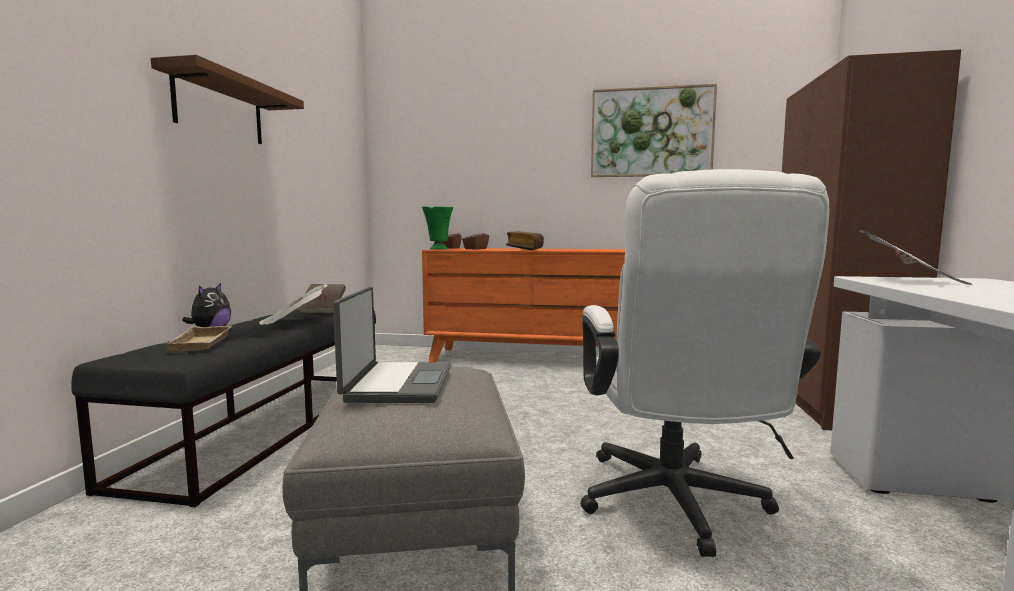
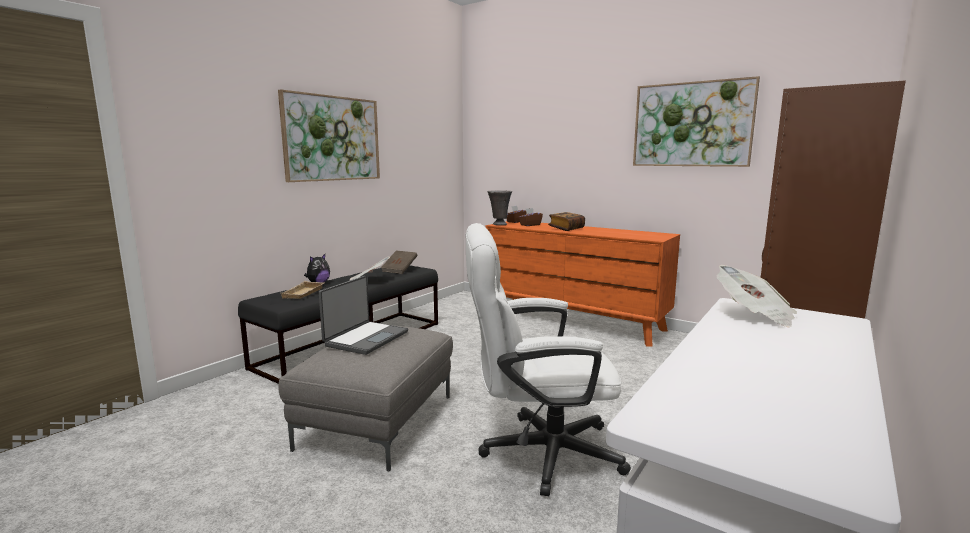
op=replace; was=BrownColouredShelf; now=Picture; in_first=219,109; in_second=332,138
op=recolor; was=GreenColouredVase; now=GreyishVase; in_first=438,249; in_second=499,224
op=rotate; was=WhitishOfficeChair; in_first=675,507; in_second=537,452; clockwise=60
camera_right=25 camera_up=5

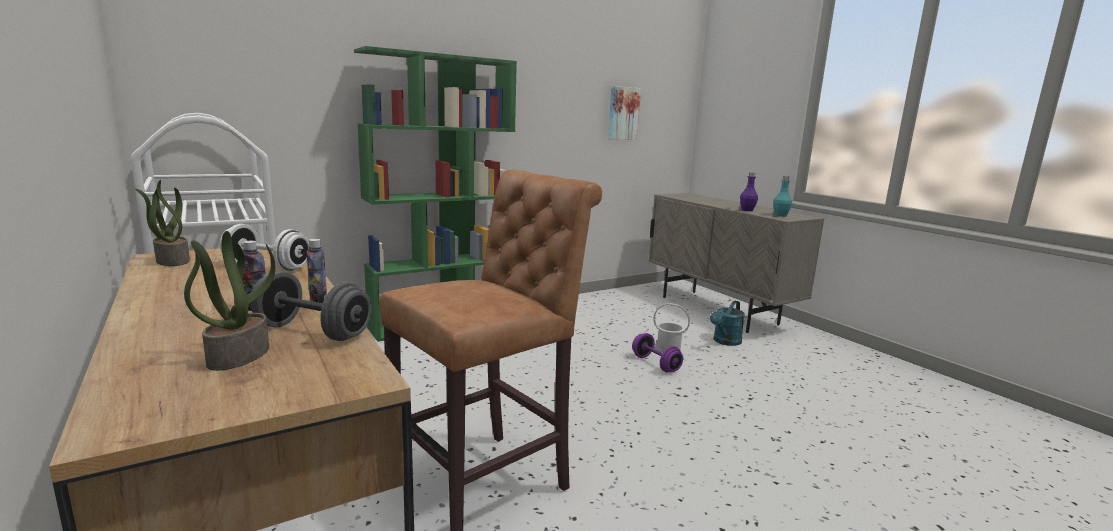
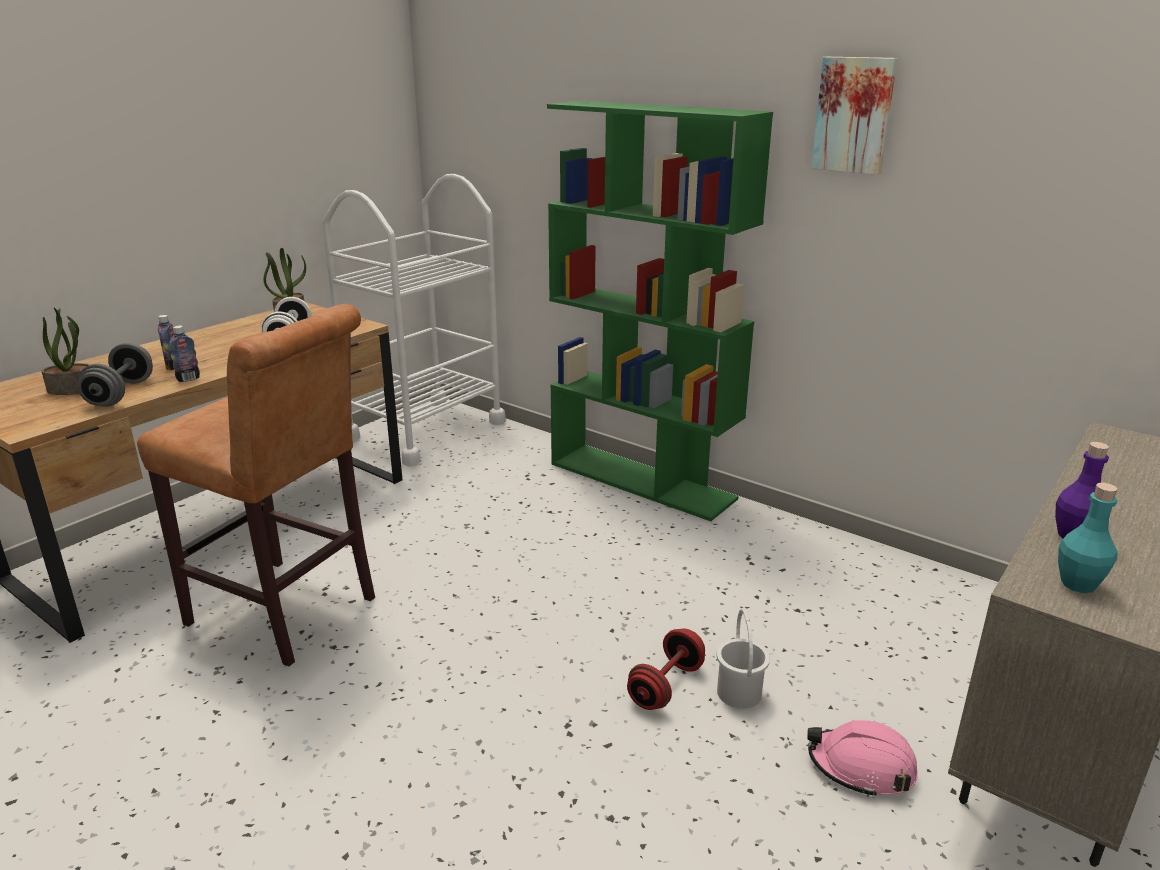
op=move; was=Picture; in_first=622,113; in_second=854,115
op=recolor; was=PurpleHandWeight; now=ReddishHandWeight; in_first=655,364; in_second=666,686
op=replace; was=BlueGreenWateringCan; now=PinkHardHat; in_first=725,342; in_second=861,767
camera_right=70 camera_up=10

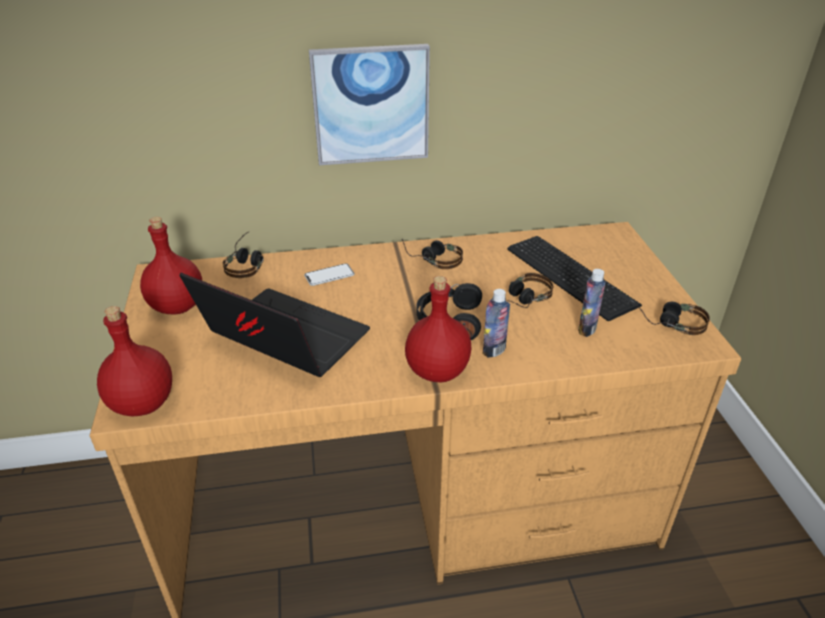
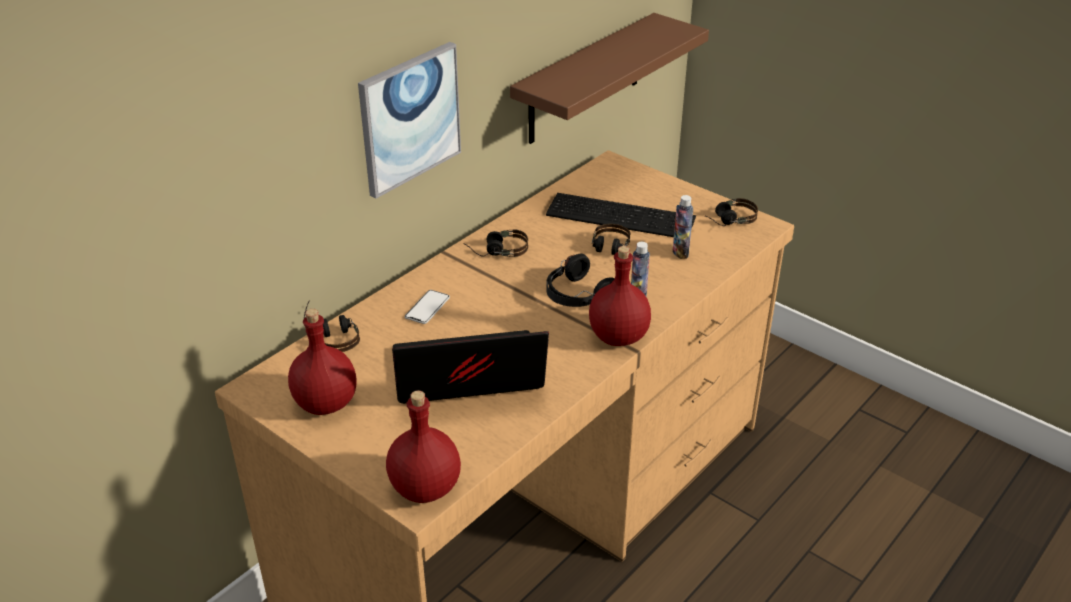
op=insert; now=BrownColouredShelf; in_second=585,79
camera_right=-40 camera_up=0

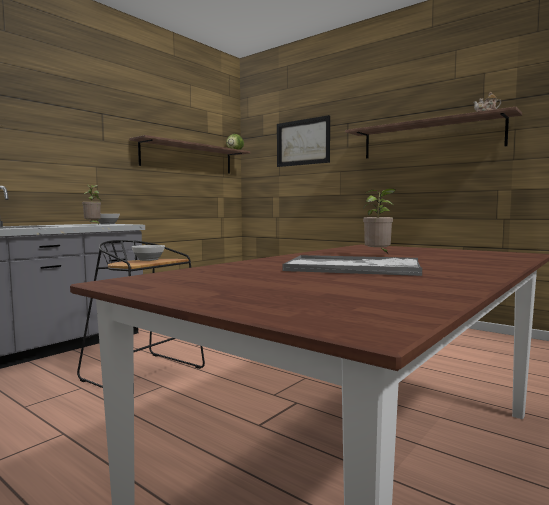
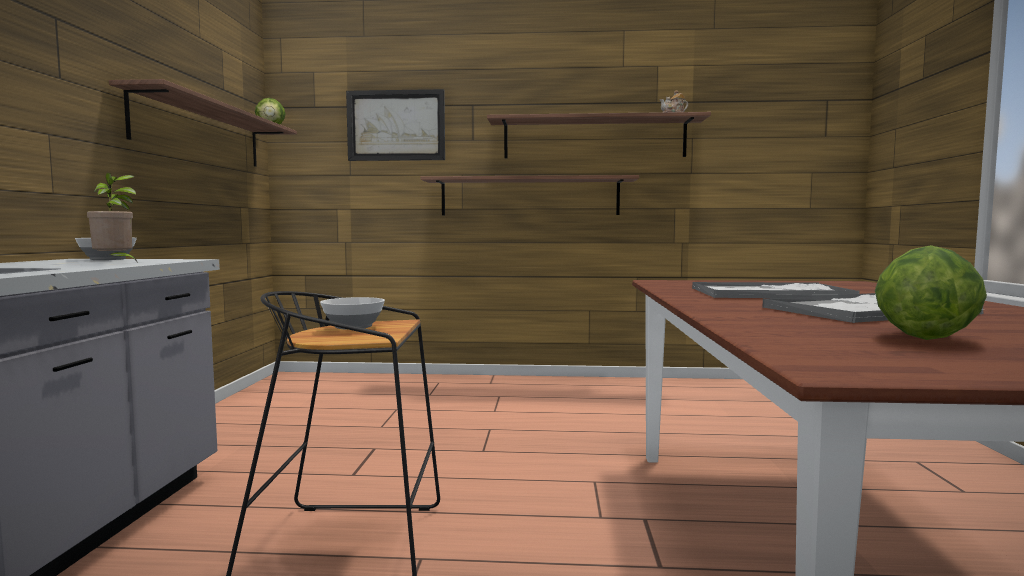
op=replace; was=PottedPlant; now=Tray; in_first=378,256; in_second=770,293
op=insert; now=Shelf; in_second=529,197
op=insert; now=HeadOfLettuce; in_second=924,338
camera_right=-35 camera_up=0

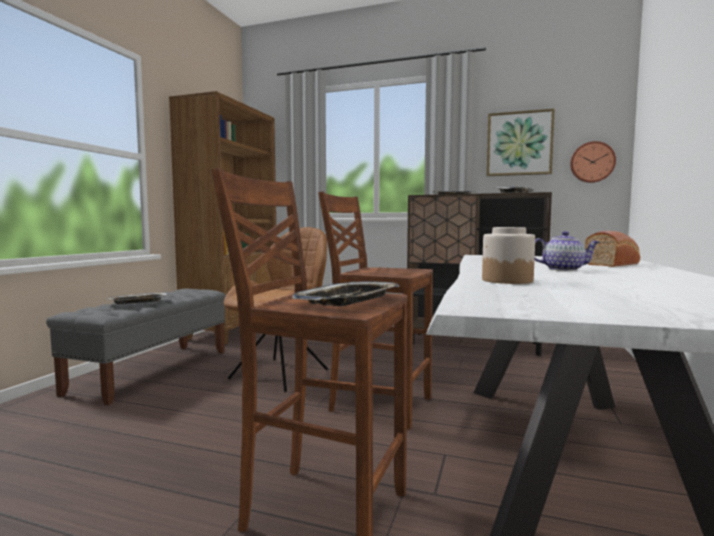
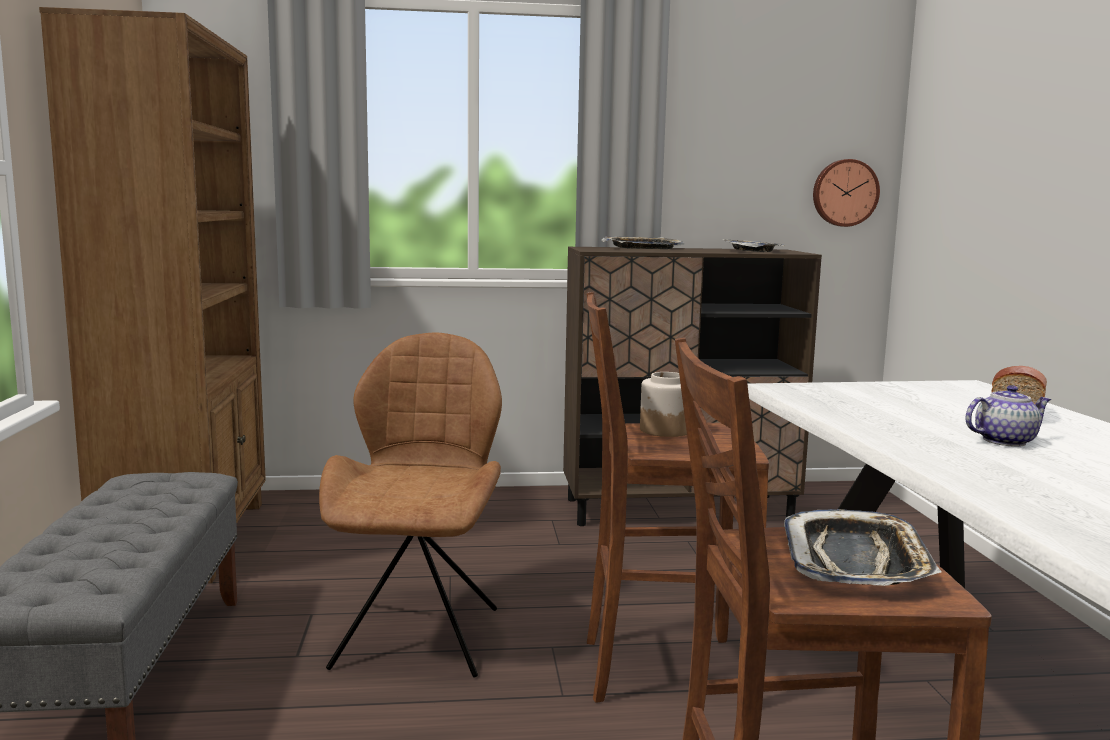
op=delete; was=Tray; in_first=138,302
op=move; was=Jar; in_first=507,280; in_second=665,430
op=delete; was=Picture; in_first=519,144
camera_right=-25 camera_up=5

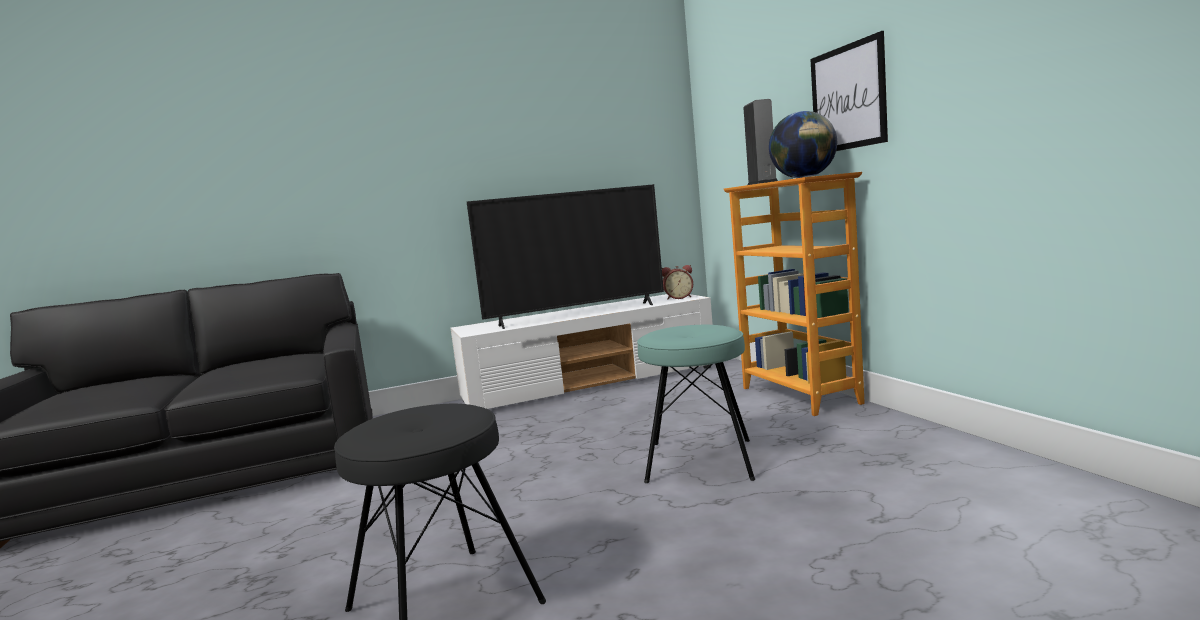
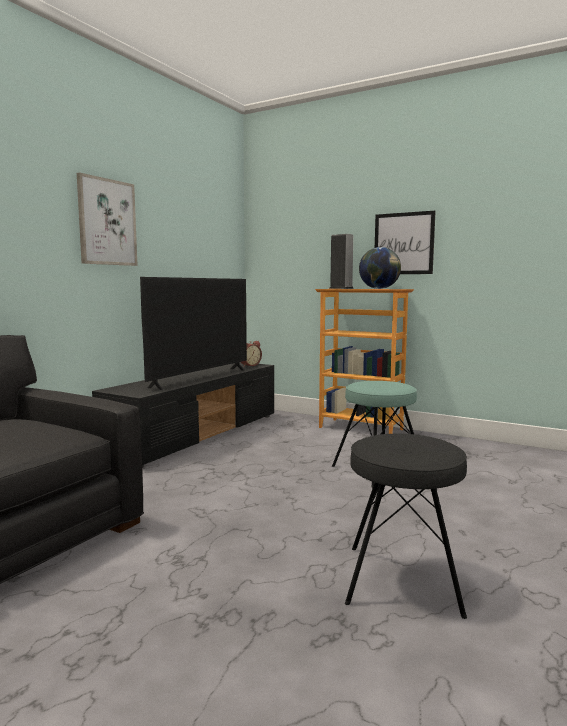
op=recolor; was=WhitishMediaConsole; now=BlackMediaConsole; in_first=591,383; in_second=197,434
op=insert; now=Picture; in_second=107,222
camera_right=-40 camera_up=0

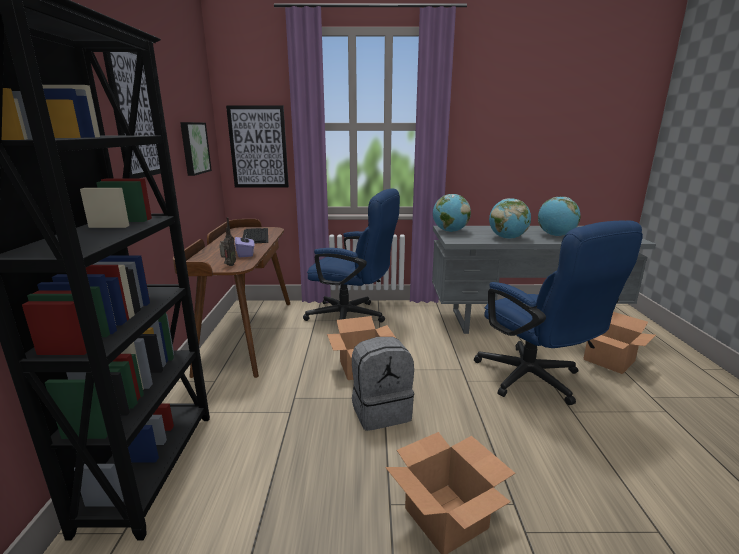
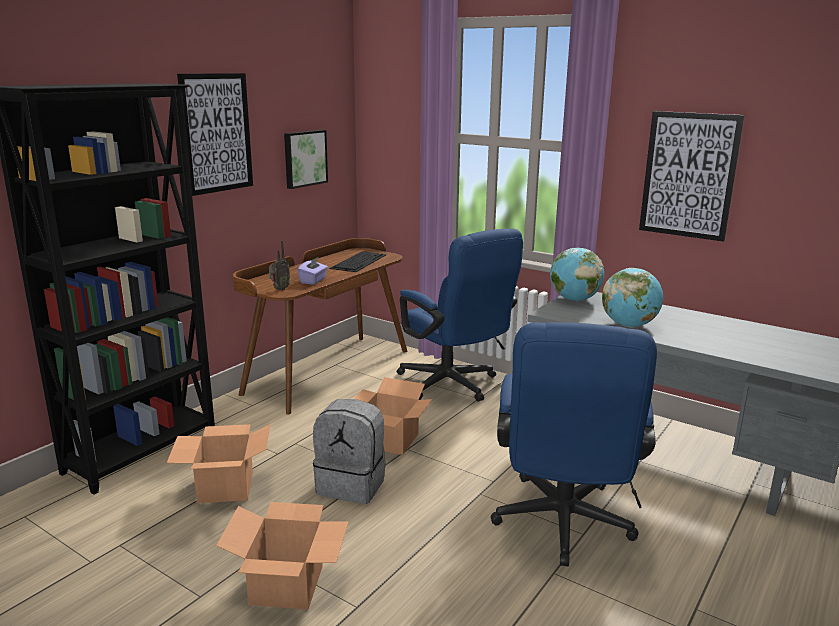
op=move; was=Picture; in_first=258,147; in_second=689,175
op=delete; was=WorldGlobe; in_first=555,235
op=move; was=CardboardBox; in_first=609,360; in_second=226,487
camera_right=35 camera_up=0

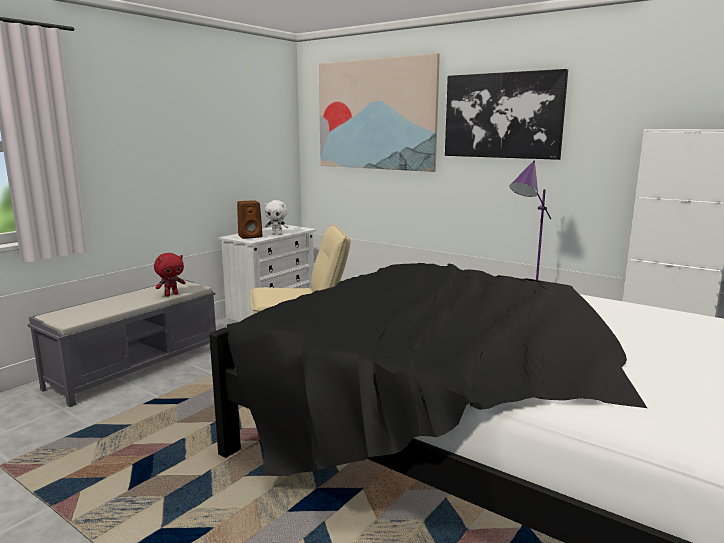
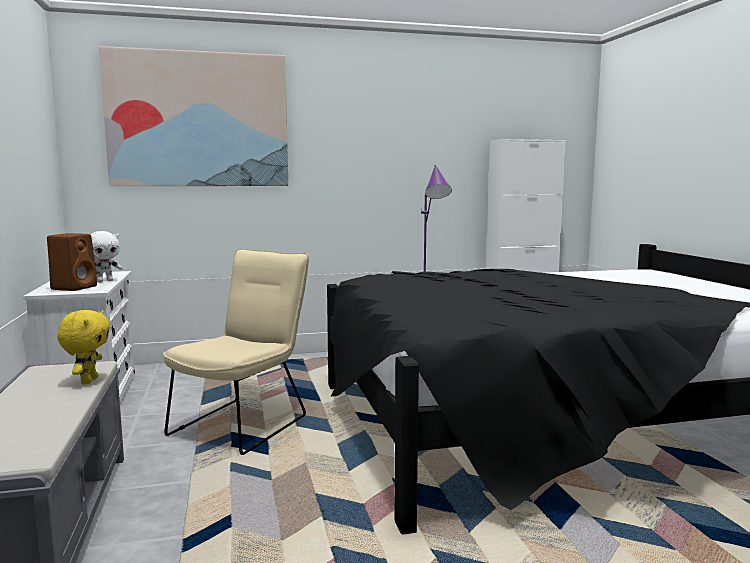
op=recolor; was=ReddishCuddlyToy; now=YellowishCuddlyToy; in_first=171,294; in_second=88,381
op=delete; was=Picture; in_first=502,115
camera_right=-50 camera_up=-5

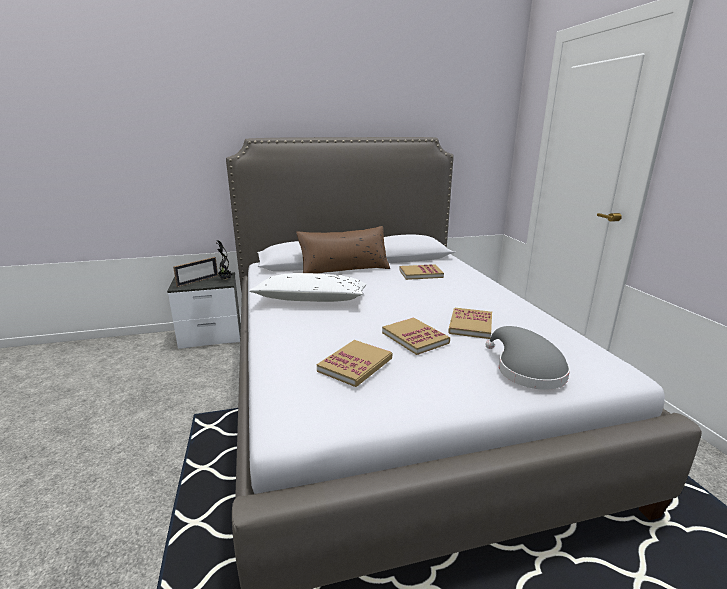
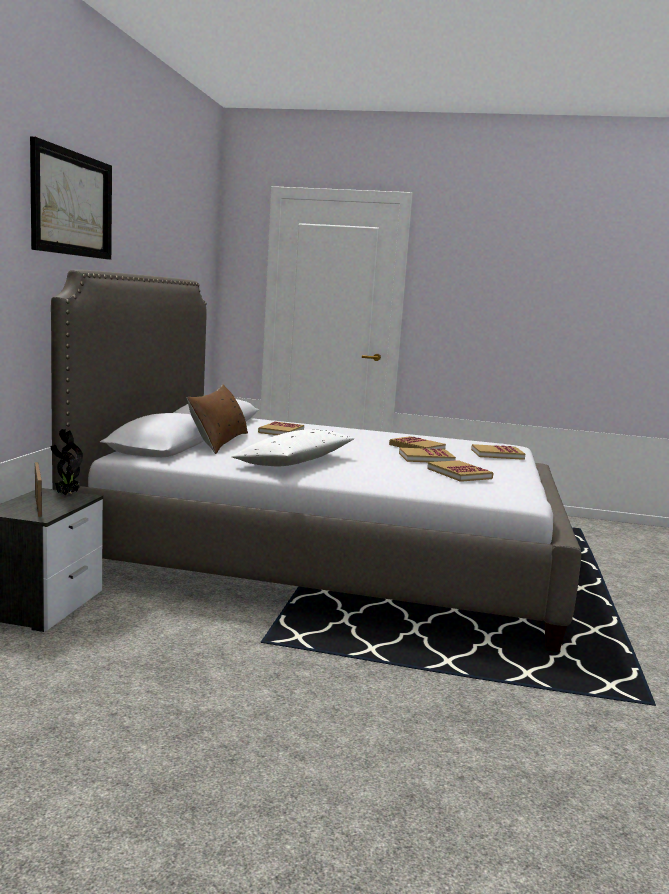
op=replace; was=GreyishHat; now=Volume; in_first=526,370; in_second=497,454
op=insert; now=Picture; in_second=72,204
camera_right=-65 camera_up=-10

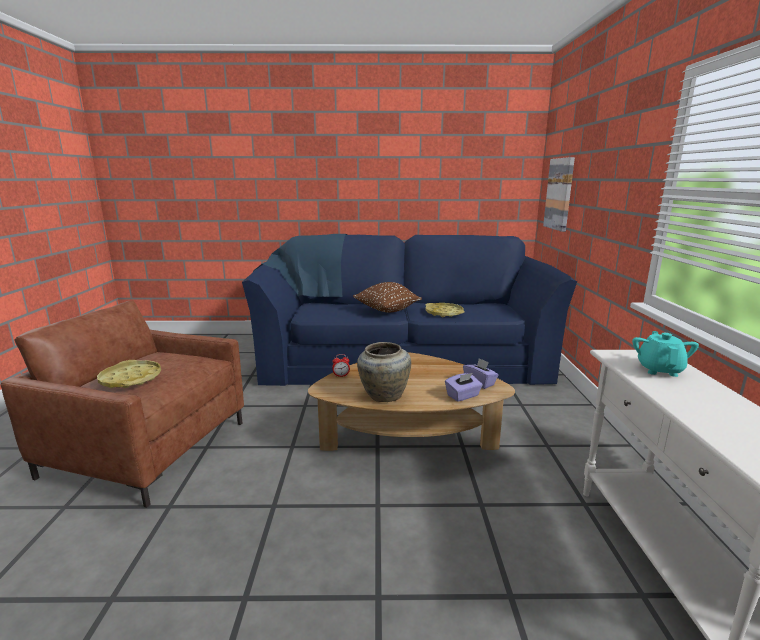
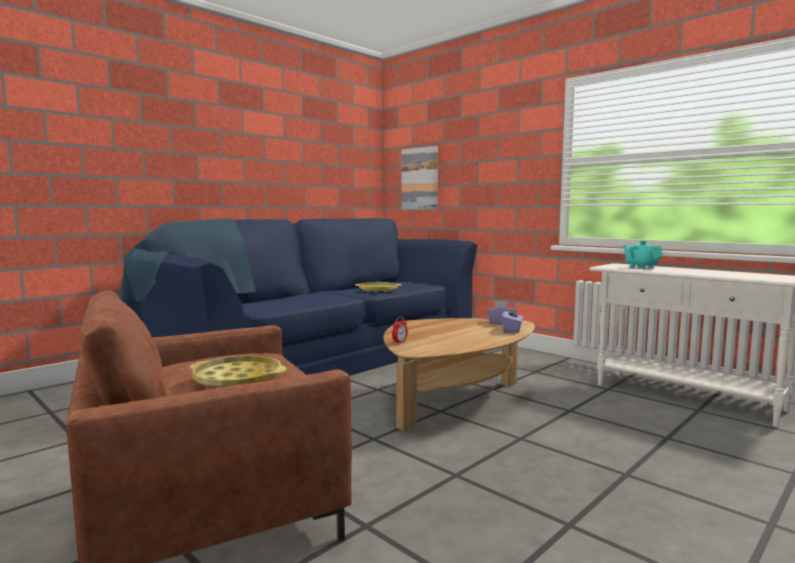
op=delete; was=BrownColouredCushion; in_first=387,311
op=delete; was=SandColouredVase; in_first=383,395
camera_right=-45 camera_up=-10

